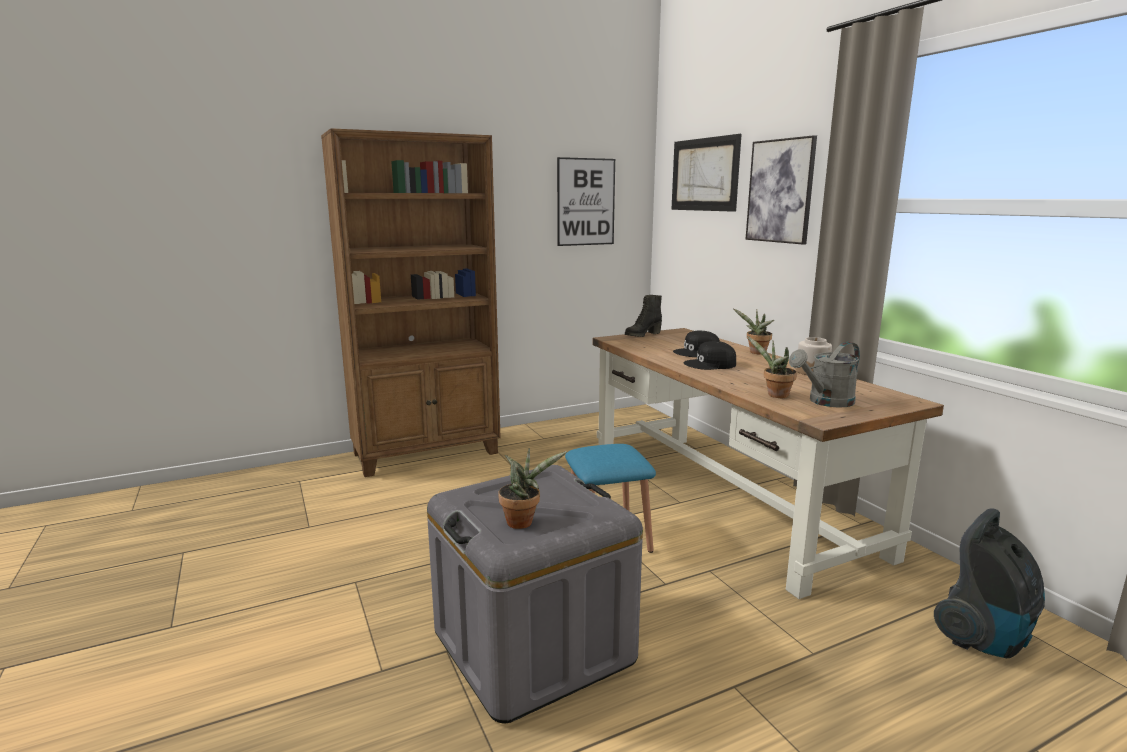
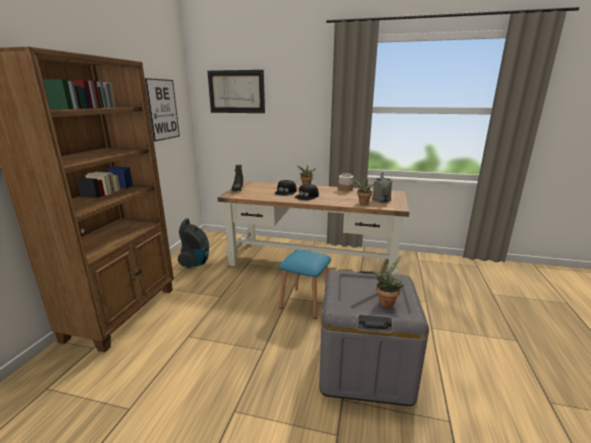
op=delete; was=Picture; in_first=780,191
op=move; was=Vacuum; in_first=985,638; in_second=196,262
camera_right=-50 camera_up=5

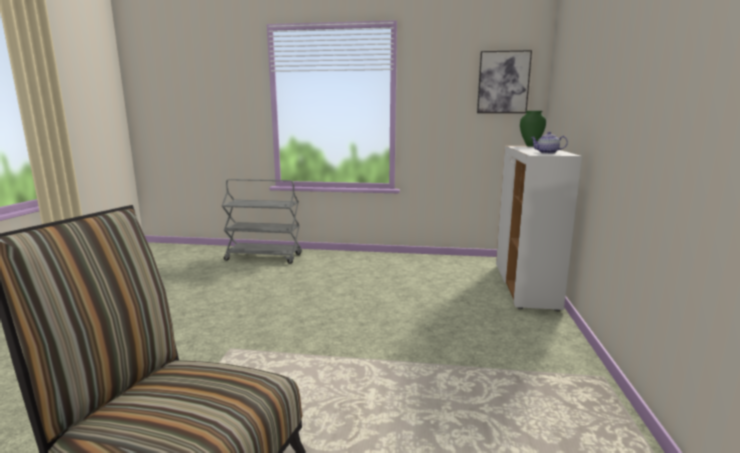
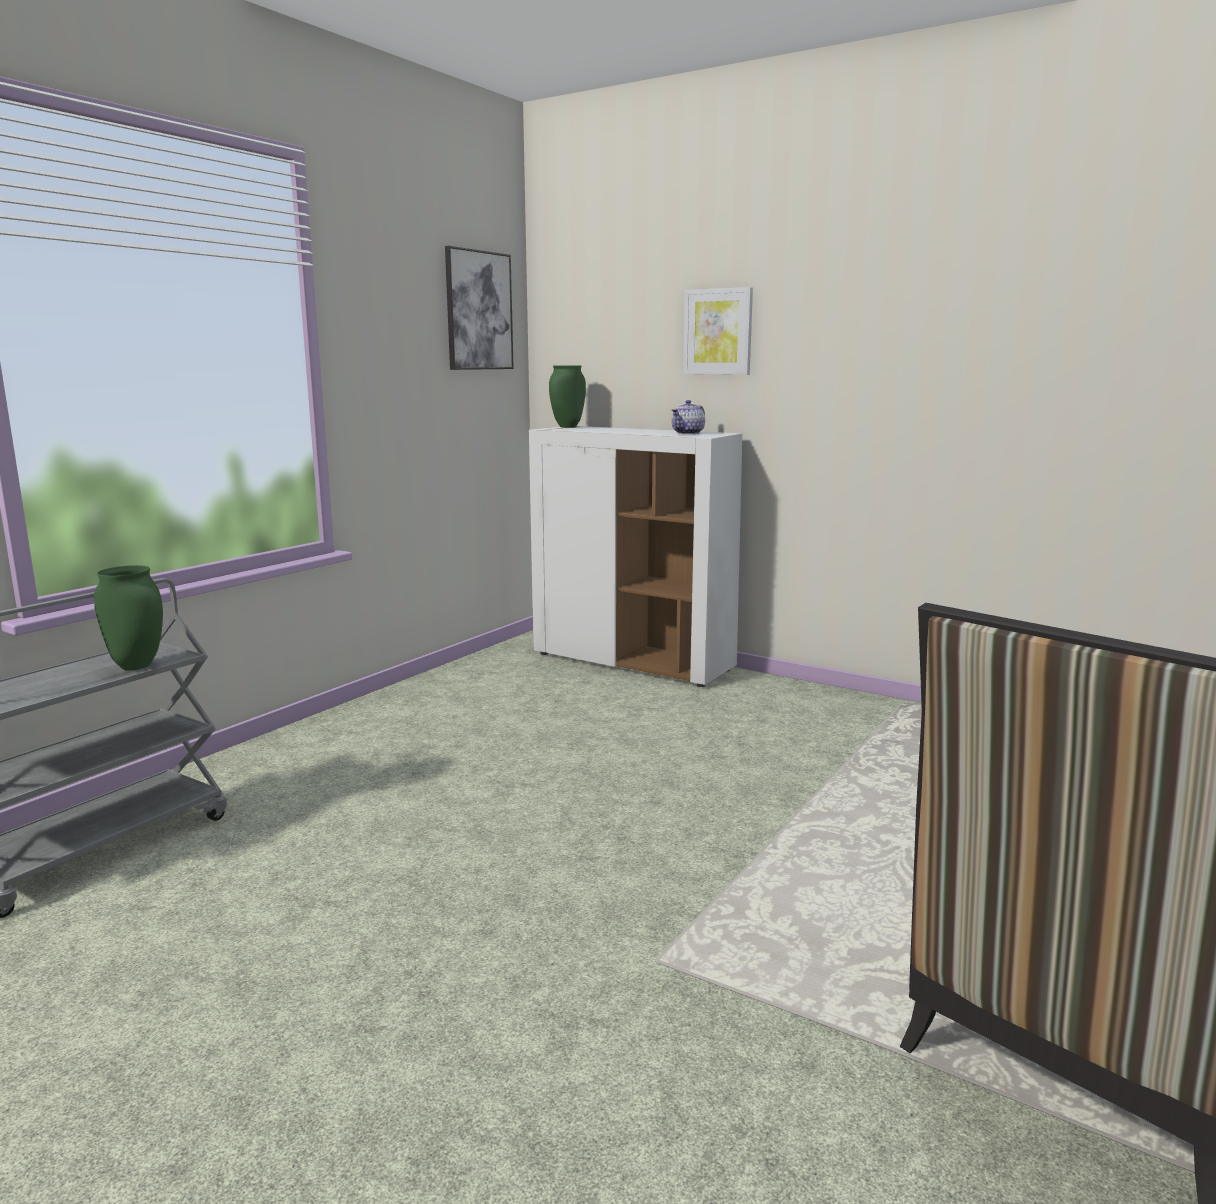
op=insert; now=GreenColouredVase; in_second=135,666
op=insert; now=Picture; in_second=718,332
camera_right=-65 camera_up=0

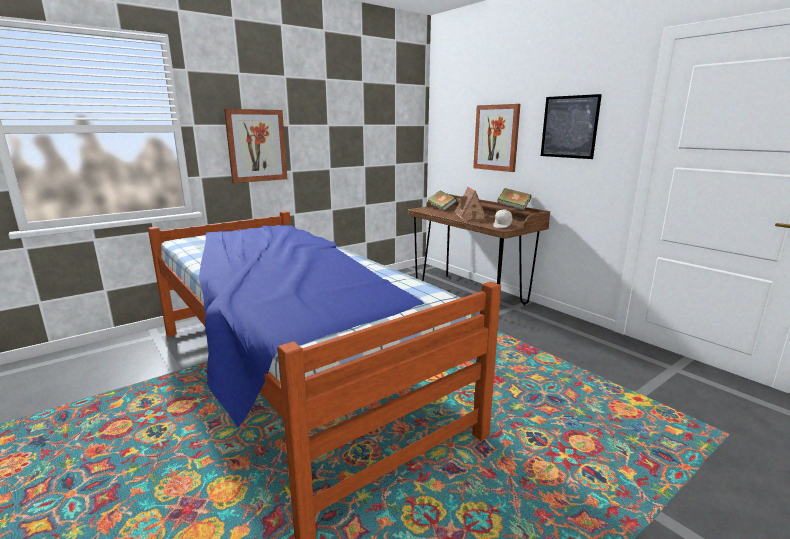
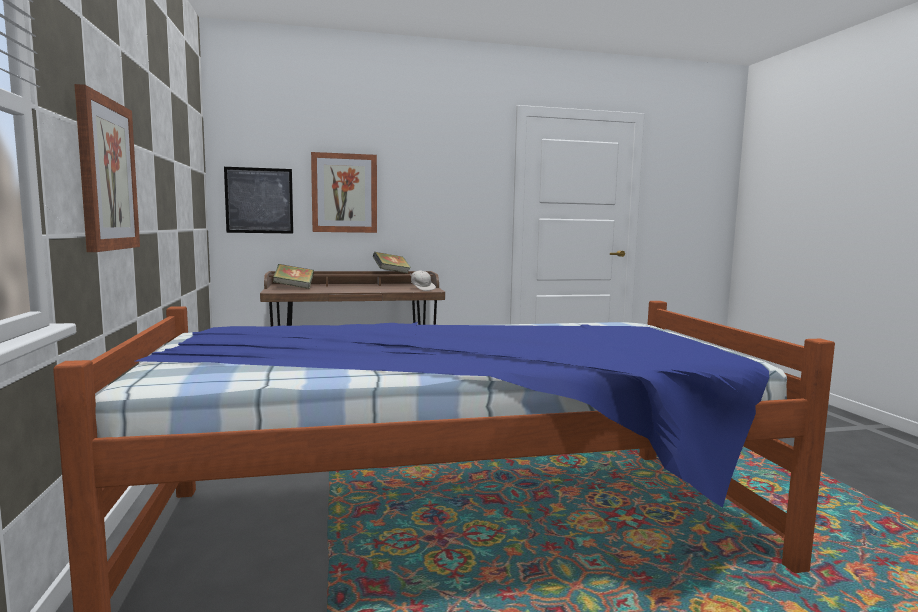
op=delete; was=ToyHouse; in_first=470,217
op=move; was=Picture; in_first=569,127; in_second=259,200
camera_right=-65 camera_up=-10

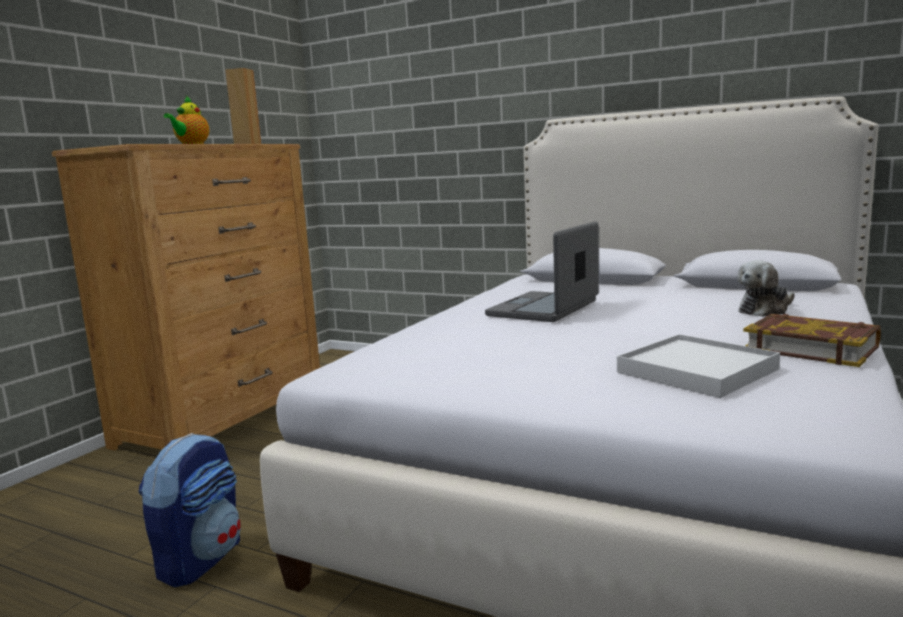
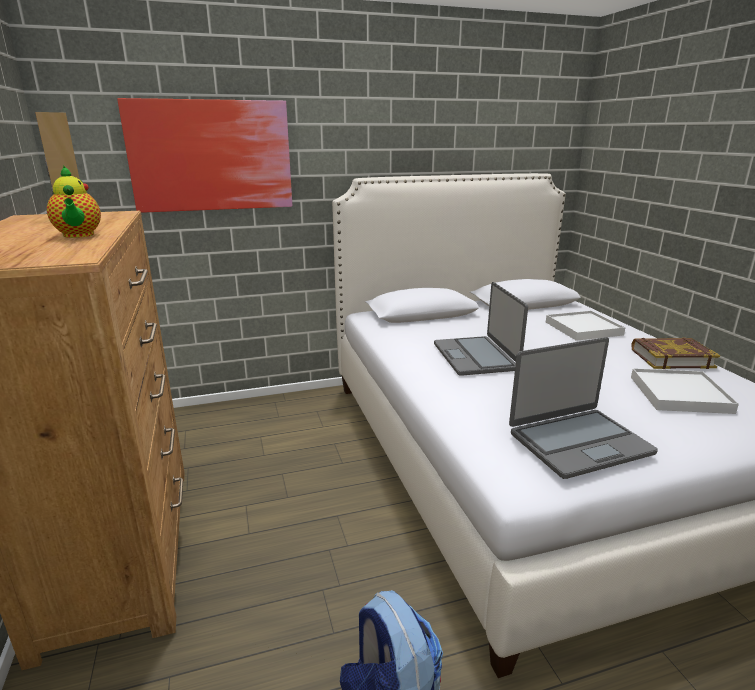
op=replace; was=CuddlyToy; now=WhitishTray; in_first=765,310; in_second=583,328
op=insert; now=Picture; in_second=211,156
op=insert; now=PortableComputer; in_second=578,442
camera_right=-45 camera_up=10

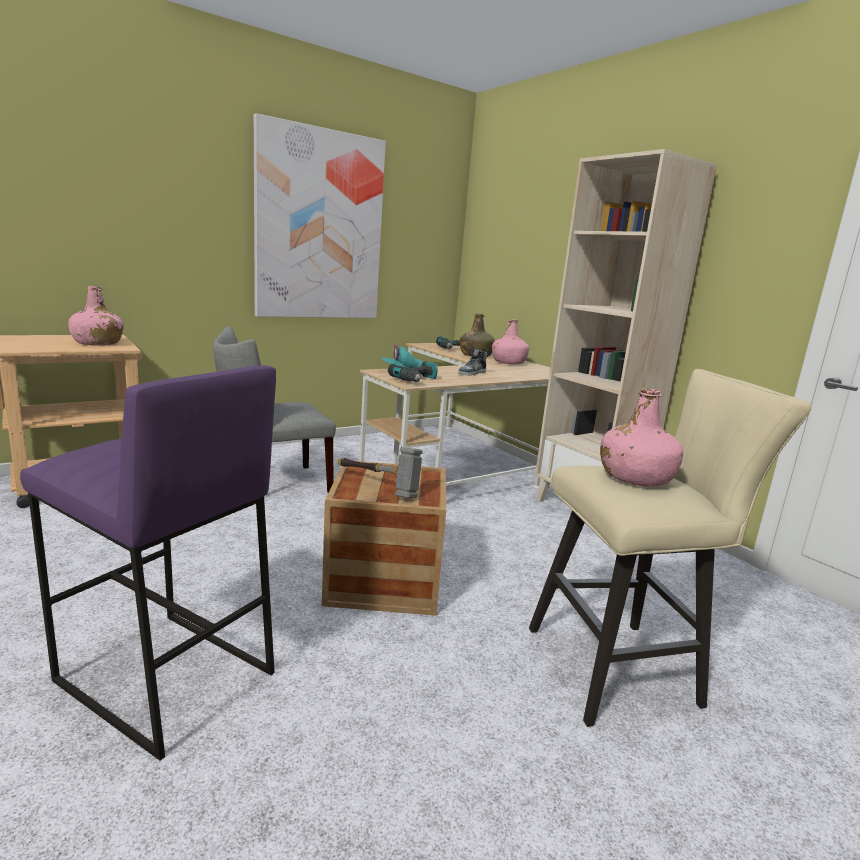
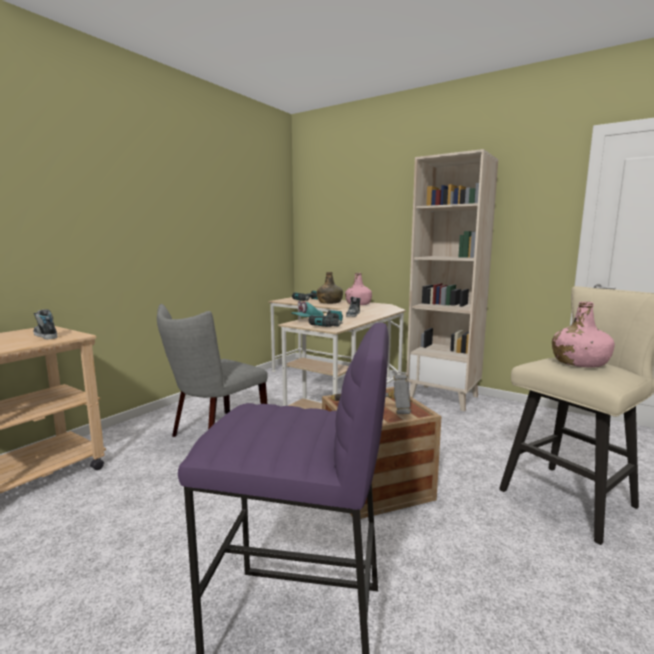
op=replace; was=PinkDrinkBottle; now=LowShoe; in_first=97,343; in_second=45,336
op=delete; was=Picture; in_first=319,226
camera_right=-20 camera_up=-5

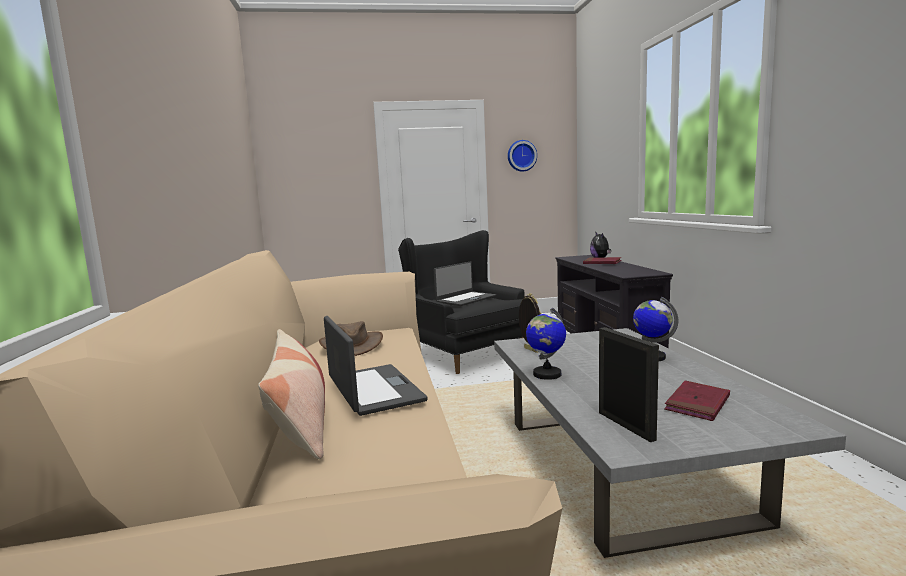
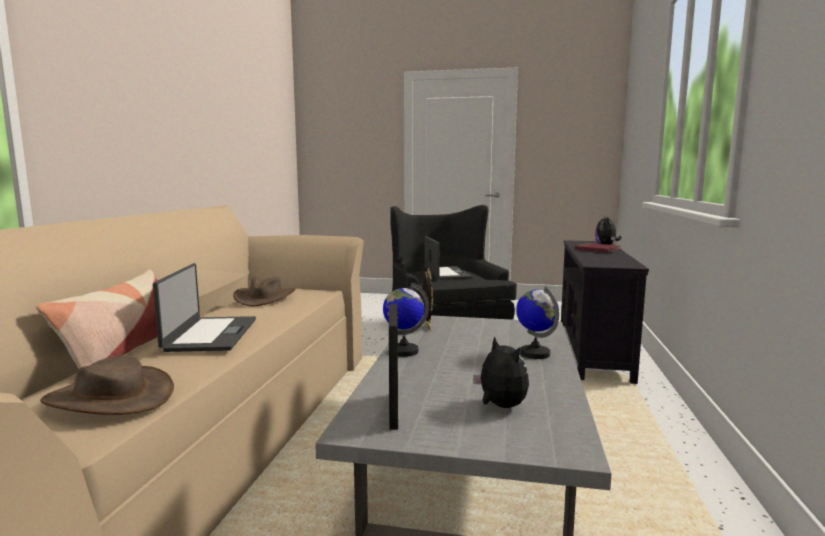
op=rotate; was=PortableComputer; in_first=465,299; in_second=446,273; clockwise=-75
op=delete; was=WallClock; in_first=521,156
op=replace; was=ReddishVolume; now=CuddlyToy; in_first=697,404; in_second=500,406
op=insert; now=BrownColouredHat; in_second=110,397
camera_right=20 camera_up=0

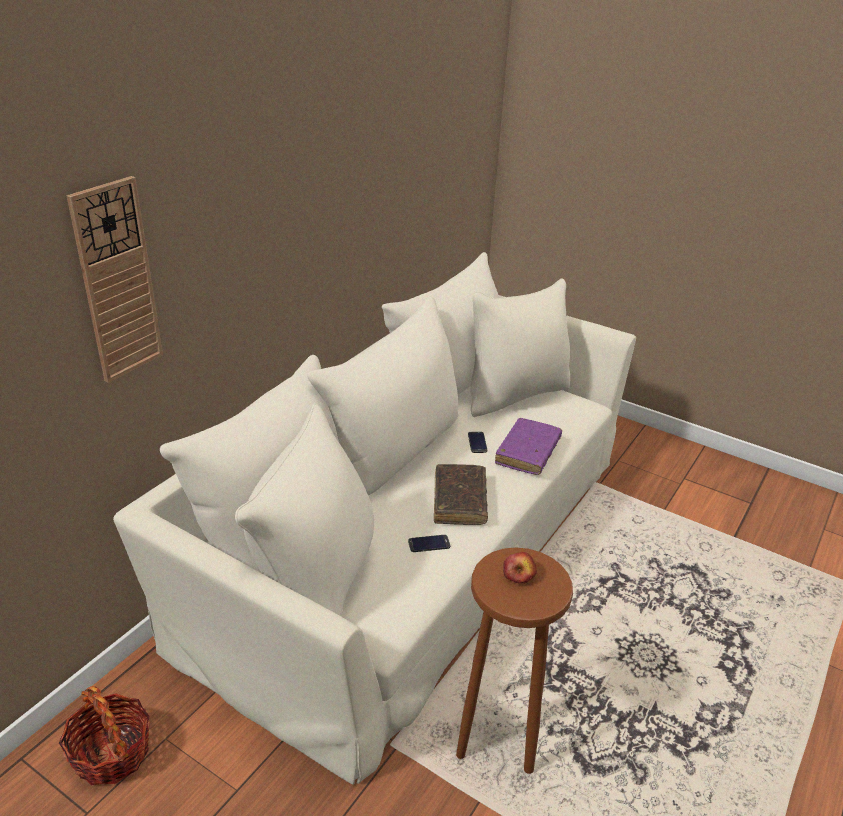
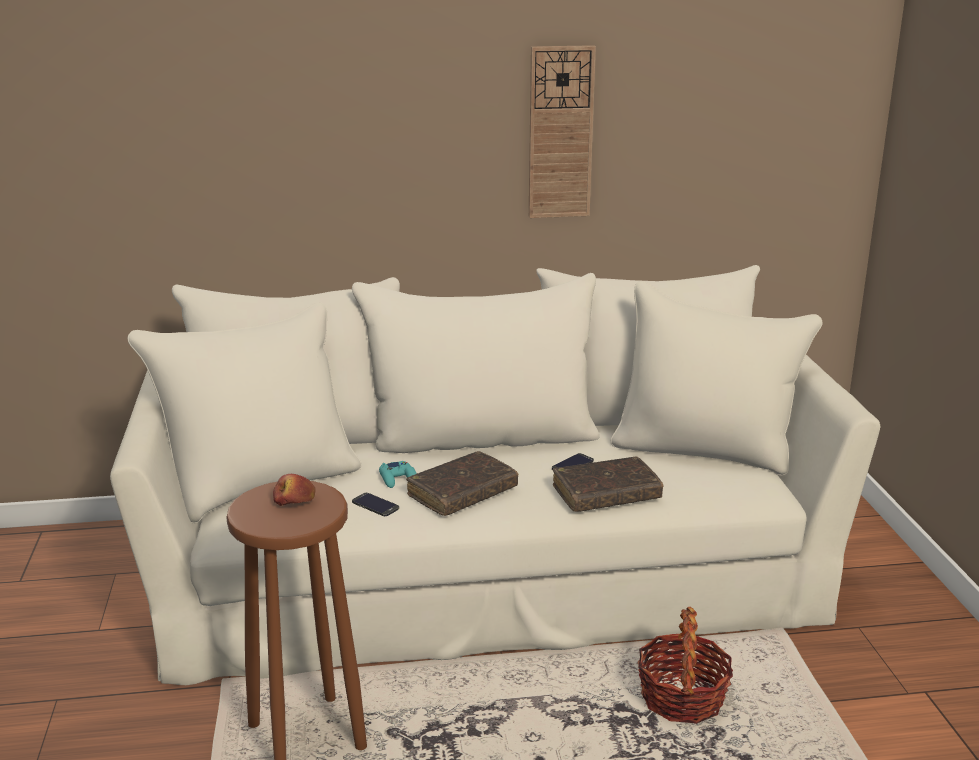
op=move; was=StorageBasket; in_first=112,753; in_second=682,698
op=move; was=WallClock; in_first=117,282; in_second=560,133
op=recolor; was=PurpleVolume; now=BrownColouredVolume; in_first=527,453; in_second=606,494
op=insert; now=BlueGreenJoypad; in_second=398,478
camera_right=50 camera_up=-10

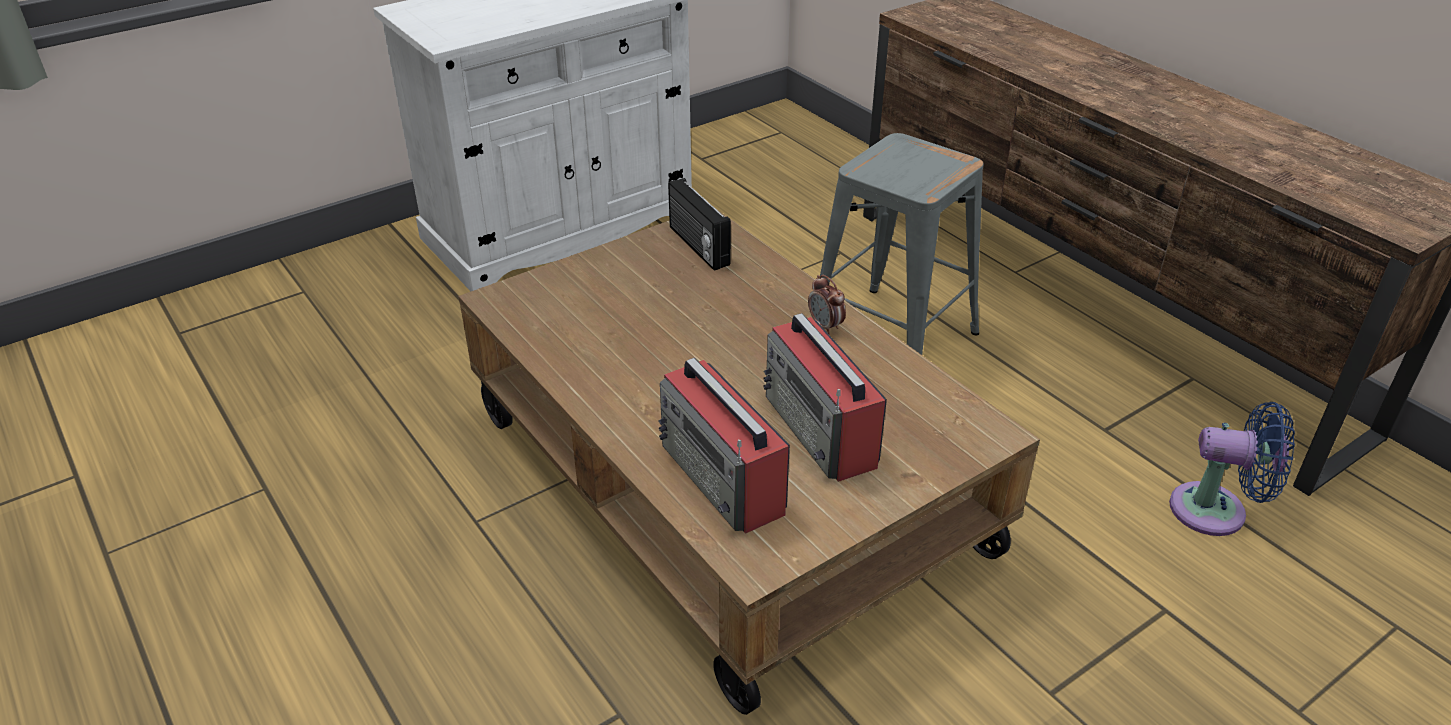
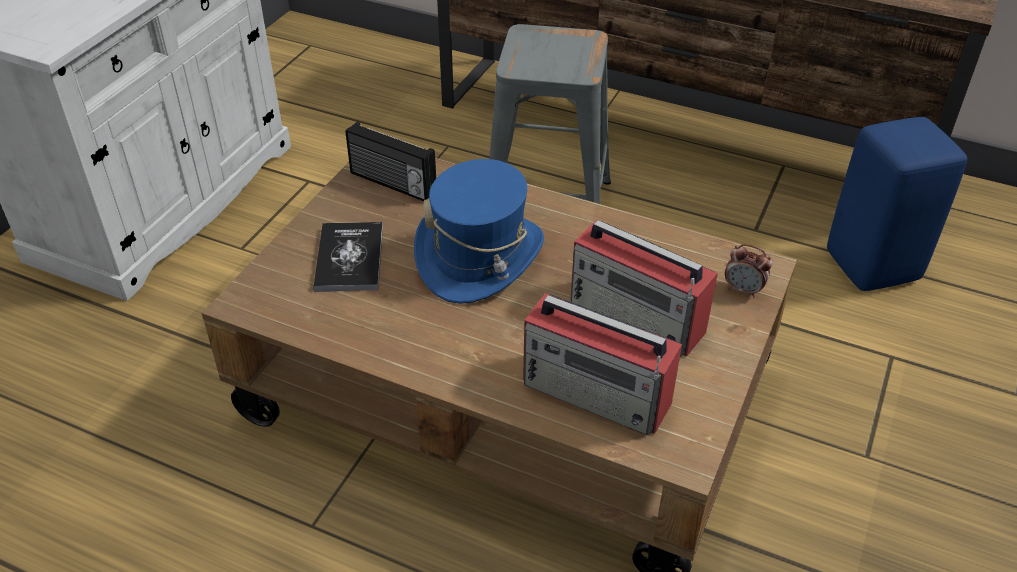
op=move; was=TableClock; in_first=825,326; in_second=743,290
op=replace; was=BlueFan; now=BlueSittingStool; in_first=1216,511; in_second=870,265
op=insert; now=Volume; in_second=349,258
op=insert; now=BlueHat; in_second=480,257
camera_right=-30 camera_up=5

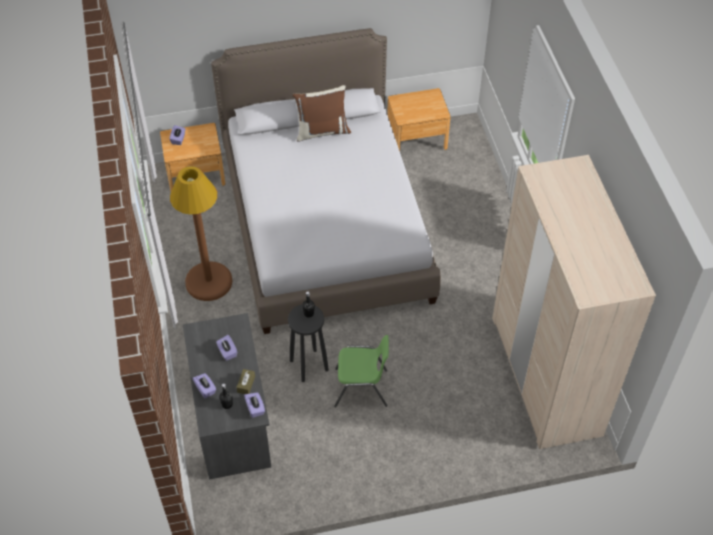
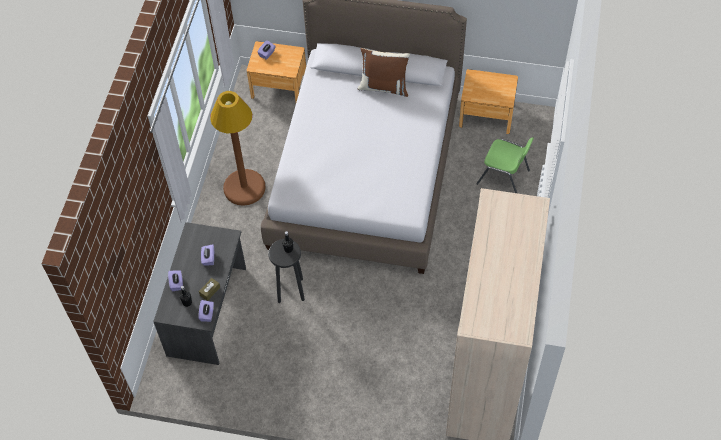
op=move; was=GreenColouredChair; in_first=362,388; in_second=504,177
camera_right=25 camera_up=5

